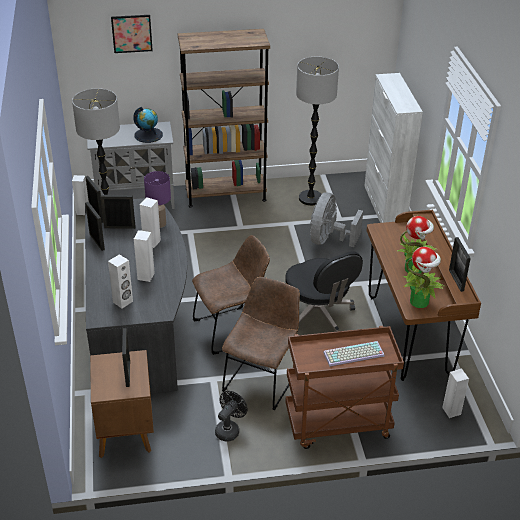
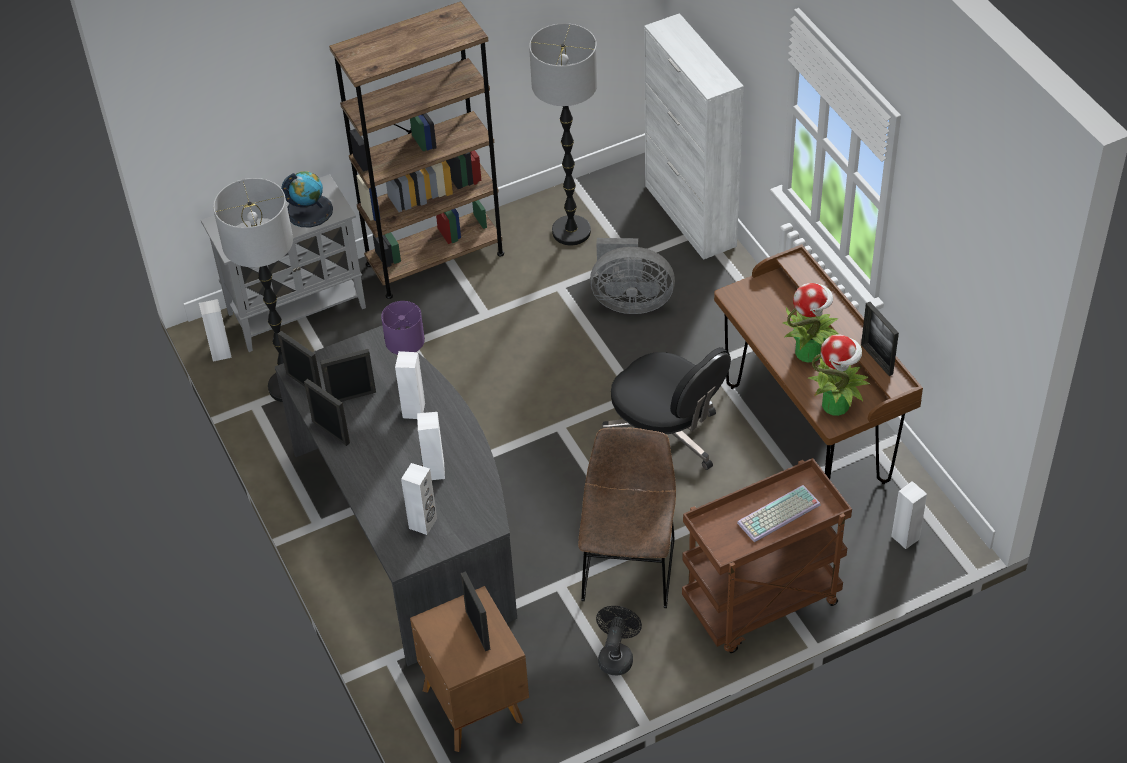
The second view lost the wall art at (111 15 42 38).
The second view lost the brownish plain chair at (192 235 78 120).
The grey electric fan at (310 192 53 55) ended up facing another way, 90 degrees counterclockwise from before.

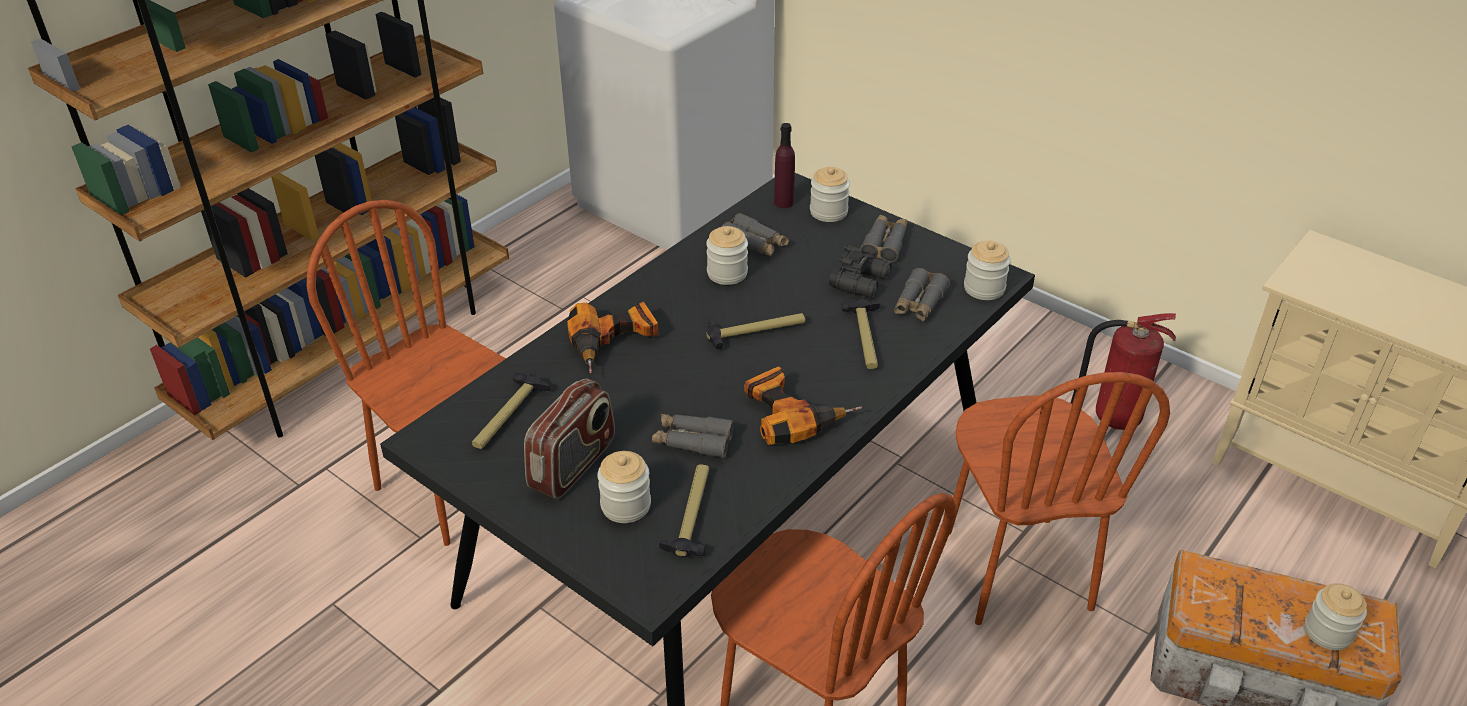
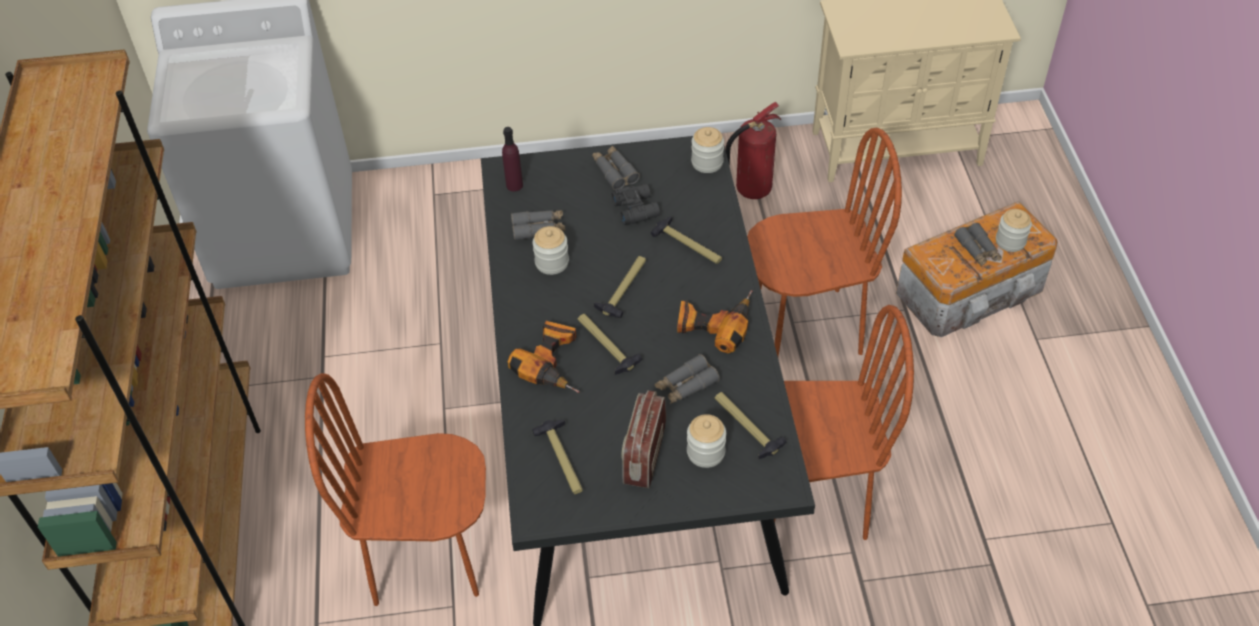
The radio set at (524 379 91 120) ended up facing another way, 150 degrees counterclockwise from before.
The second view lost the storage jar at (810 167 40 55).
The grey field glasses ended up elsewhere, having gone from (894 268 56 53) to (954 223 48 44).
The brownish plain chair at (950 372 220 253) ended up facing another way, 45 degrees counterclockwise from before.
The second view gained the tool hammer at (578 314 64 61).

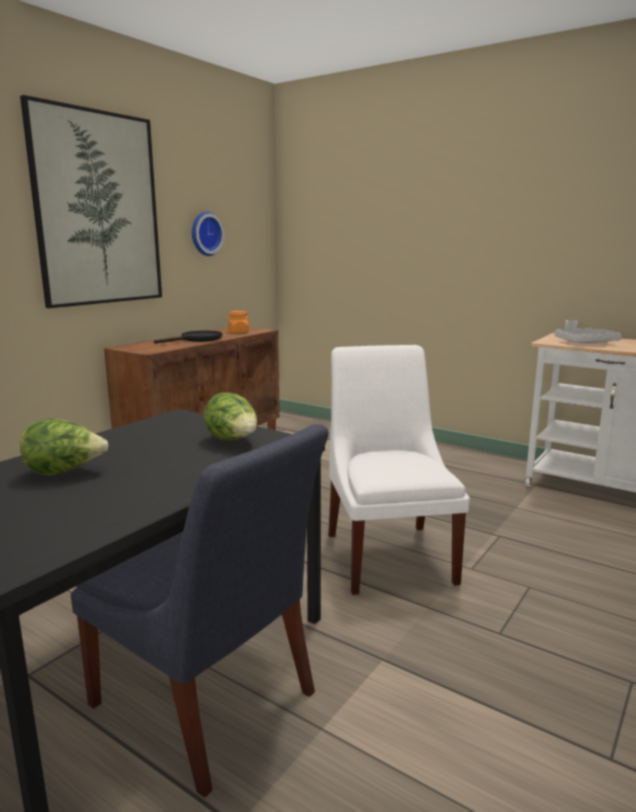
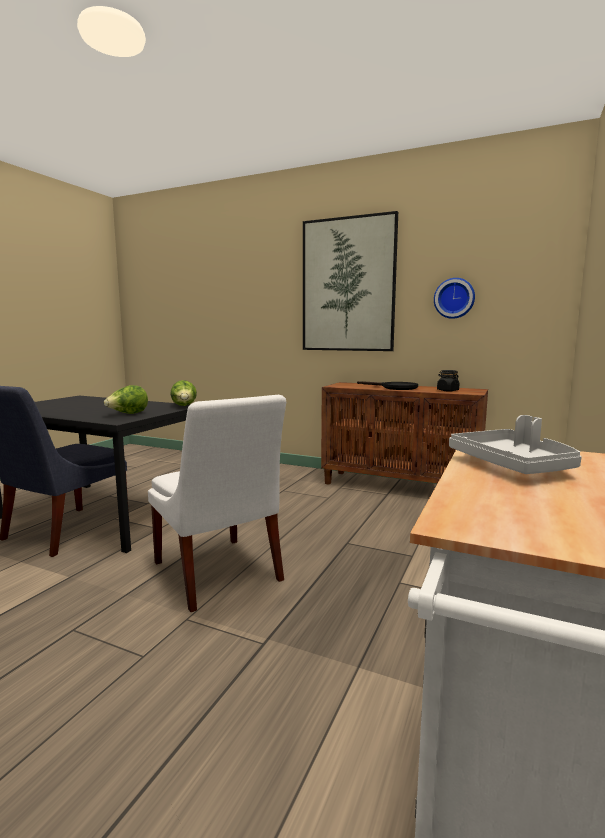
The lettuce ended up elsewhere, having gone from (20 419 89 56) to (170 380 27 26).
What was the orange-coloured storage jar at (226 311 24 22) turned into the blackish storage jar at (437 370 22 21).
The white plain chair at (328 345 142 250) ended up facing another way, 75 degrees clockwise from before.

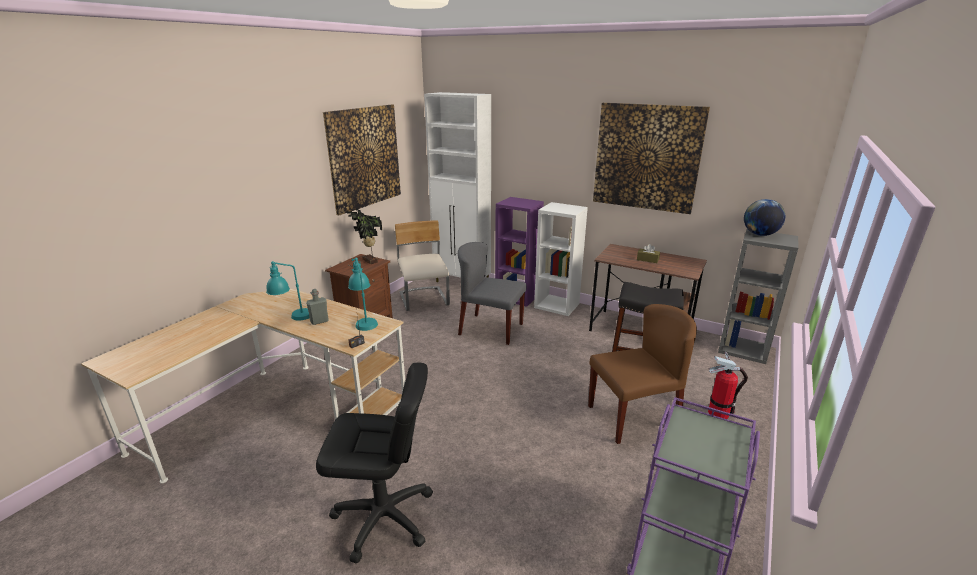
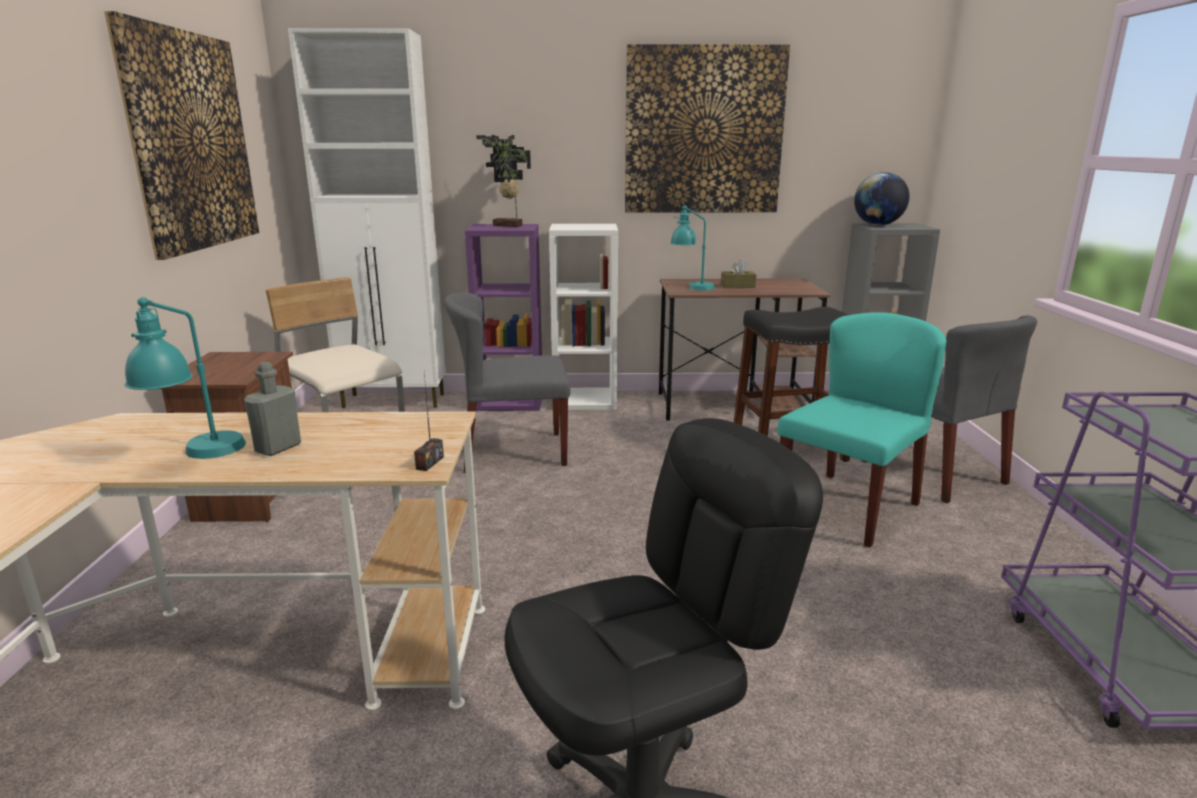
The houseplant ended up elsewhere, having gone from (347 208 35 56) to (476 135 55 92).
The blue-green lamp for a table ended up elsewhere, having gone from (348 257 30 74) to (671 205 44 85).
What was the brownish plain chair at (588 304 109 140) turned into the blue-green plain chair at (777 312 170 236).
Where the fire-fighting cylinder stood at (708 352 40 67), the grey plain chair came to stand at (861 315 176 188).

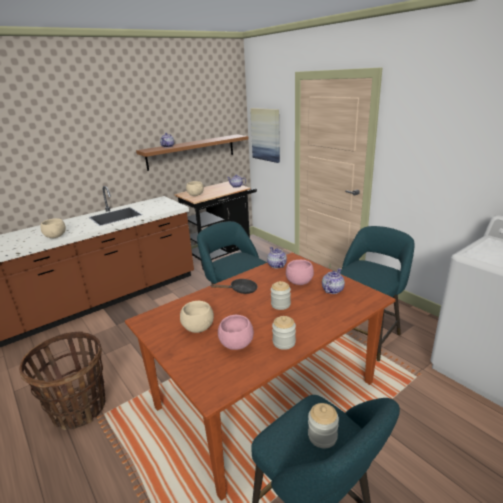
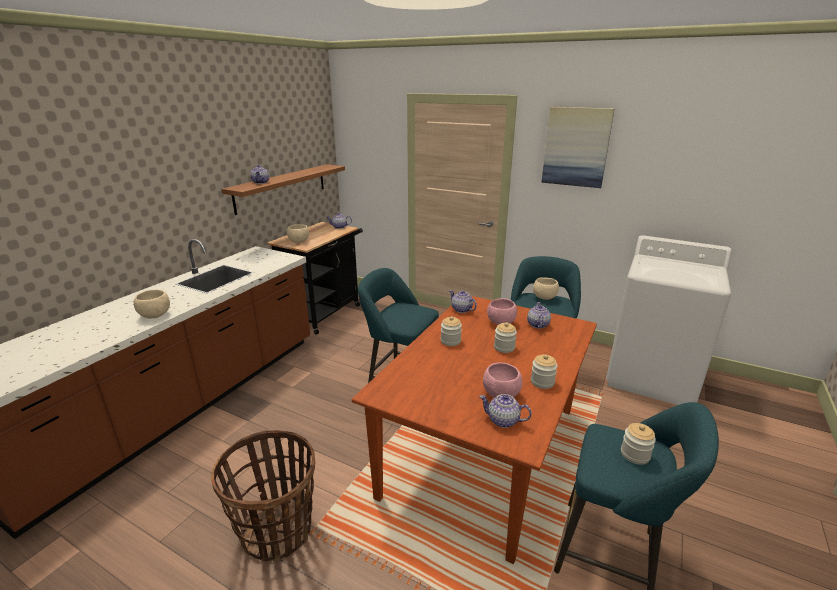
The sand-coloured deep dish ended up elsewhere, having gone from (180 301 34 32) to (533 277 26 23).
Where the blackish frying pan stood at (211 279 47 15), the storage jar came to stand at (441 316 21 30).
The wall art ended up elsewhere, having gone from (250 108 30 55) to (541 107 74 81).
The second view gained the tea pot at (479 394 53 34).

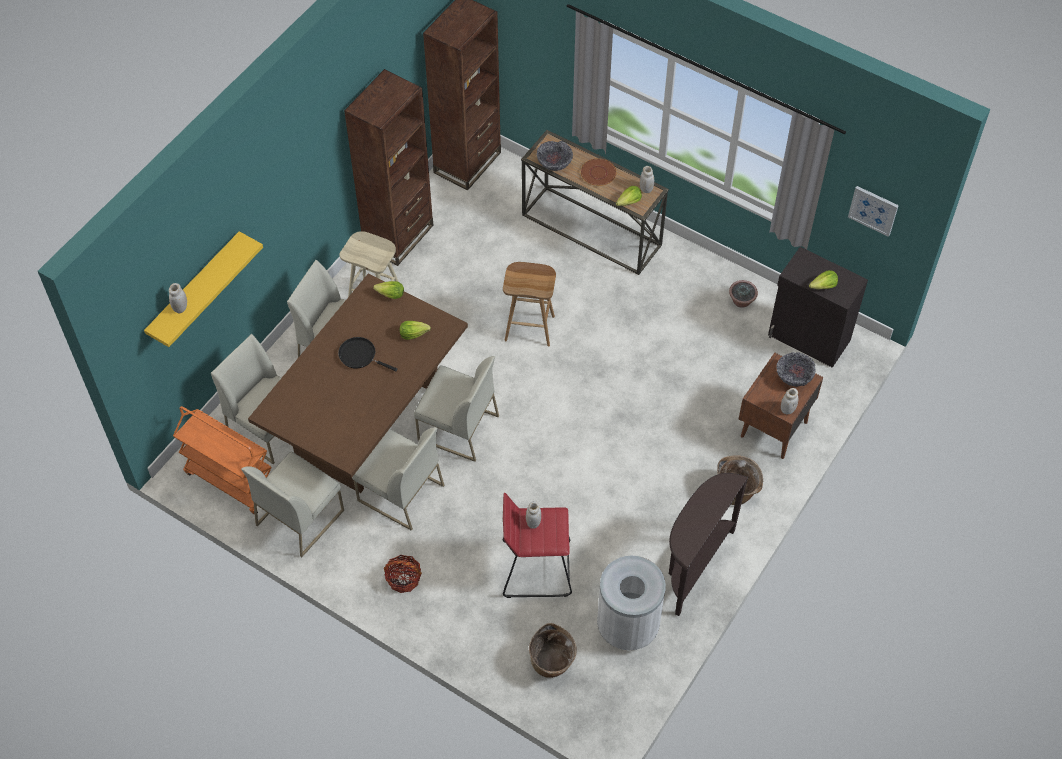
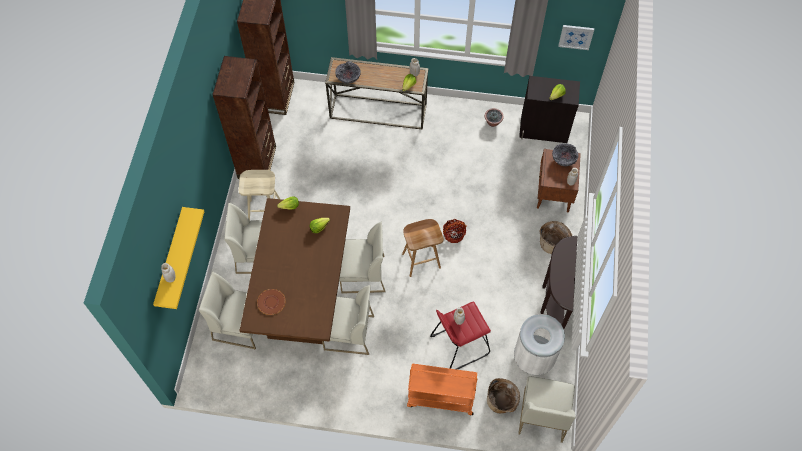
The orange-coloured cart ended up elsewhere, having gone from (173 406 99 109) to (407 364 70 51).
The white plain chair ended up elsewhere, having gone from (241 452 103 105) to (518 376 58 67).
The second view lost the blackish frying pan at (338 337 60 35).
The storage basket ended up elsewhere, having gone from (384 555 38 38) to (443 219 24 24).
The brownish stool seat ended up elsewhere, having gone from (503 262 53 84) to (402 219 42 58).
The brownish dinner plate ended up elsewhere, having gone from (581 158 35 28) to (257 289 28 26).

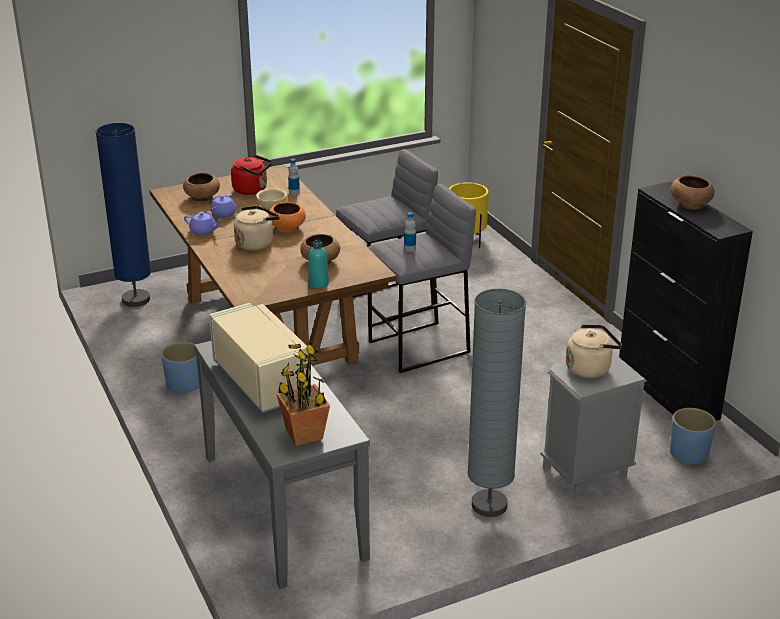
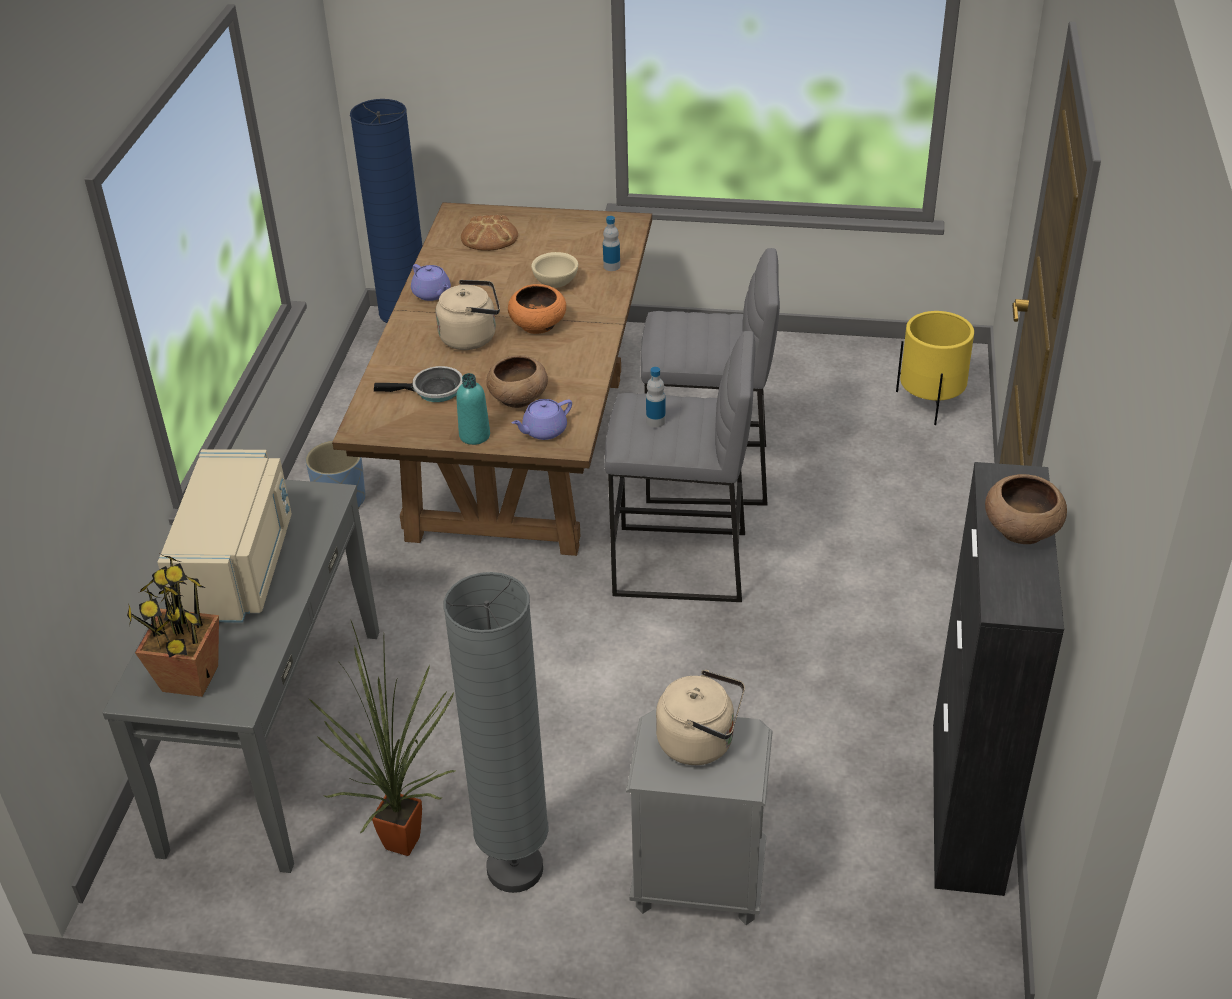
Where the brownish deep dish stood at (183 173 37 29), the bread came to stand at (461 215 57 36).
The purplish tea pot ended up elsewhere, having gone from (210 194 26 24) to (512 399 60 41).
The second view lost the red water kettle at (231 155 41 40).
The second view lost the blue-coloured flower pot at (670 408 46 57).
The second view gained the houseplant at (309 619 146 237).
The second view gained the frying pan at (374 366 89 36).

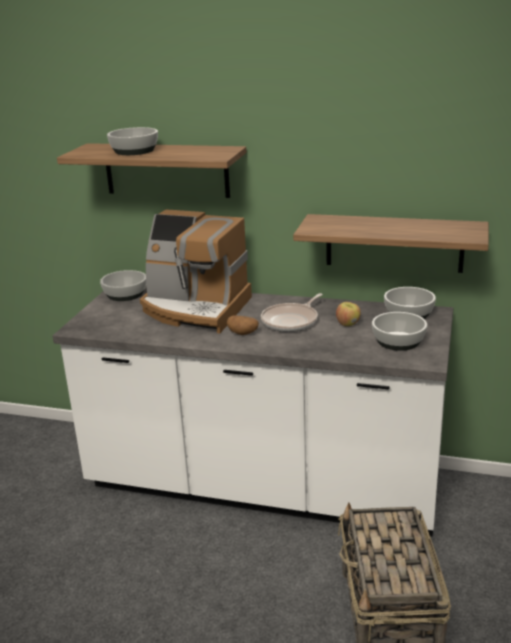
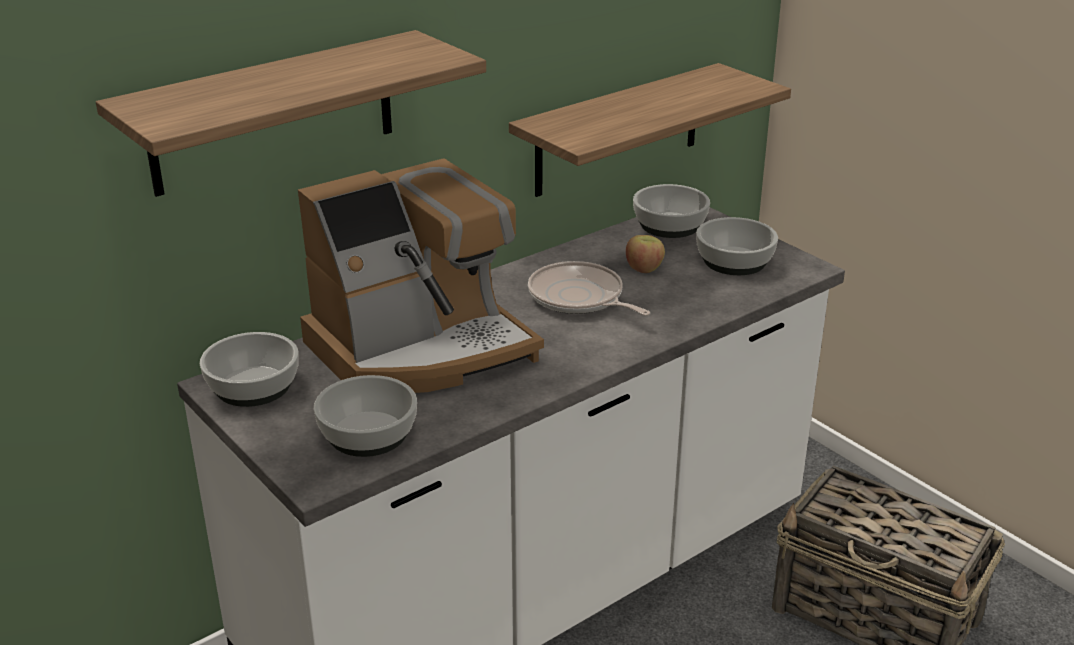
The deep dish ended up elsewhere, having gone from (107 127 51 28) to (313 375 104 82).
The second view lost the whole potato at (227 315 32 20).
The frying pan at (261 293 62 39) ended up facing another way, 150 degrees clockwise from before.

